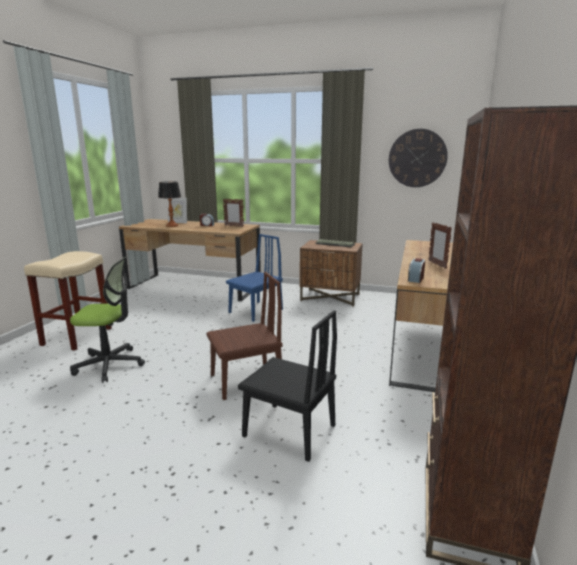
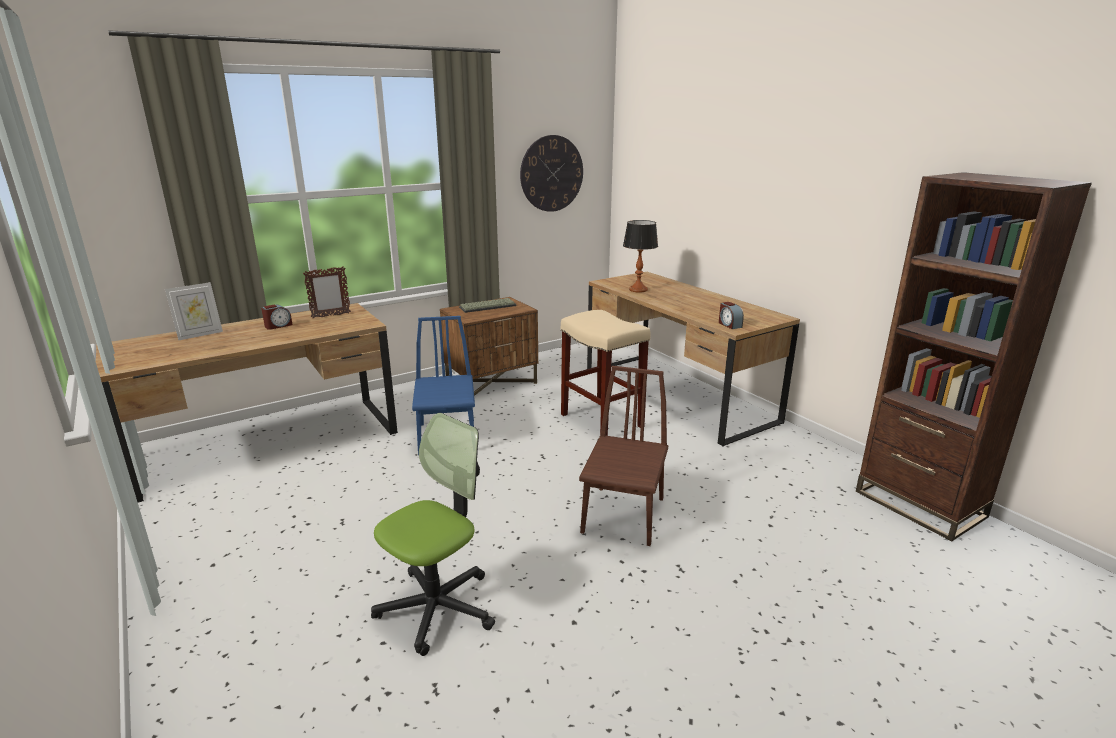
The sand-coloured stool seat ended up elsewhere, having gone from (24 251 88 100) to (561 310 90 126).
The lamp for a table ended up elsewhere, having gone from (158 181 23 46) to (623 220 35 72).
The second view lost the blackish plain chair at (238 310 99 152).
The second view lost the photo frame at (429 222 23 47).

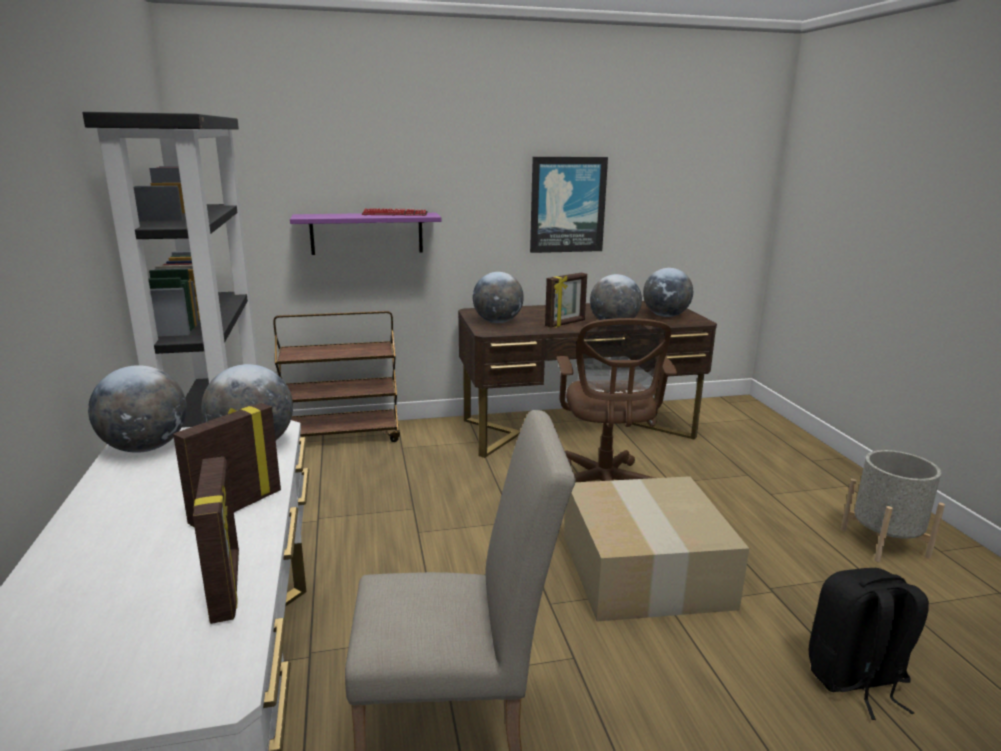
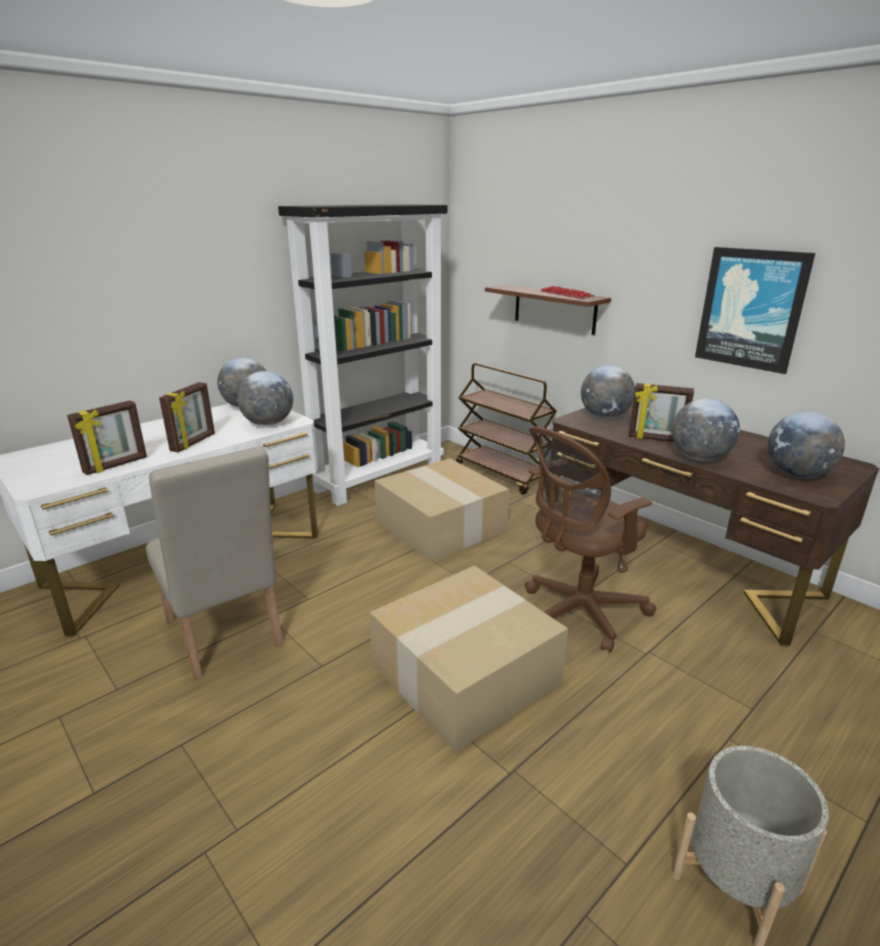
The photo frame at (173 403 108 124) ended up facing another way, 105 degrees clockwise from before.
What was the purplish bracket shelf at (290 213 152 42) turned into the brownish bracket shelf at (485 284 126 51).
The second view lost the blackish rucksack at (809 568 120 152).
The second view gained the carton at (375 458 134 104).

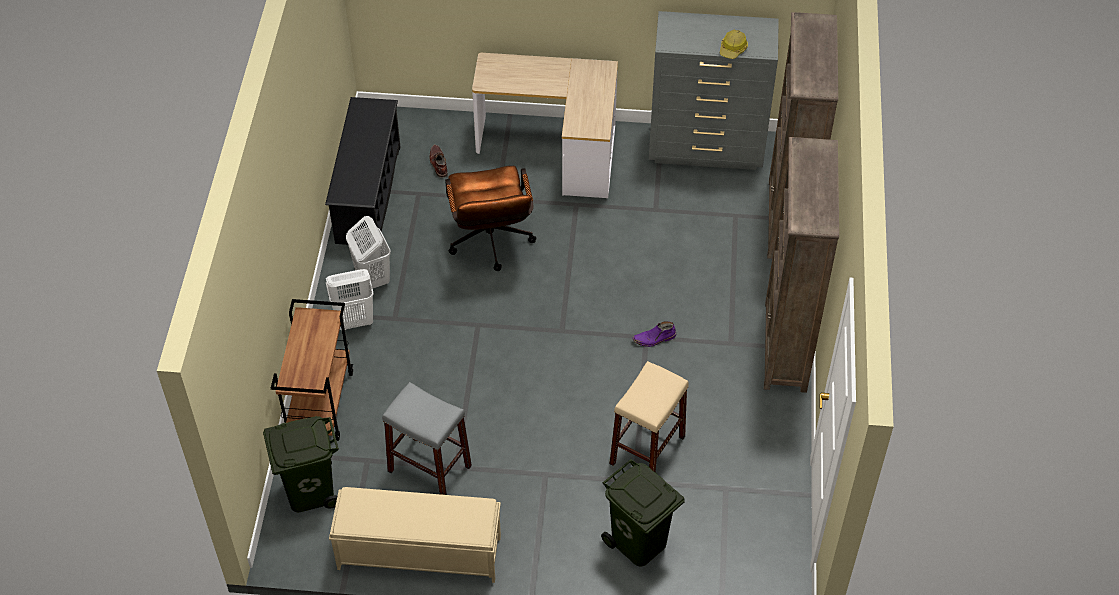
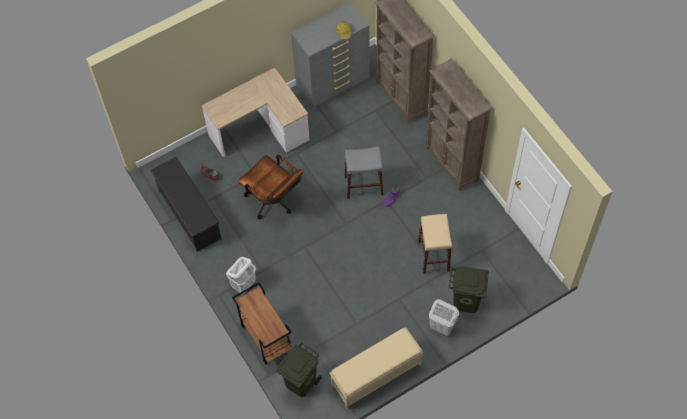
The white washing basket ended up elsewhere, having gone from (346 216 45 73) to (429 299 30 37).
The grey stool seat ended up elsewhere, having gone from (382 382 90 113) to (345 146 38 53).

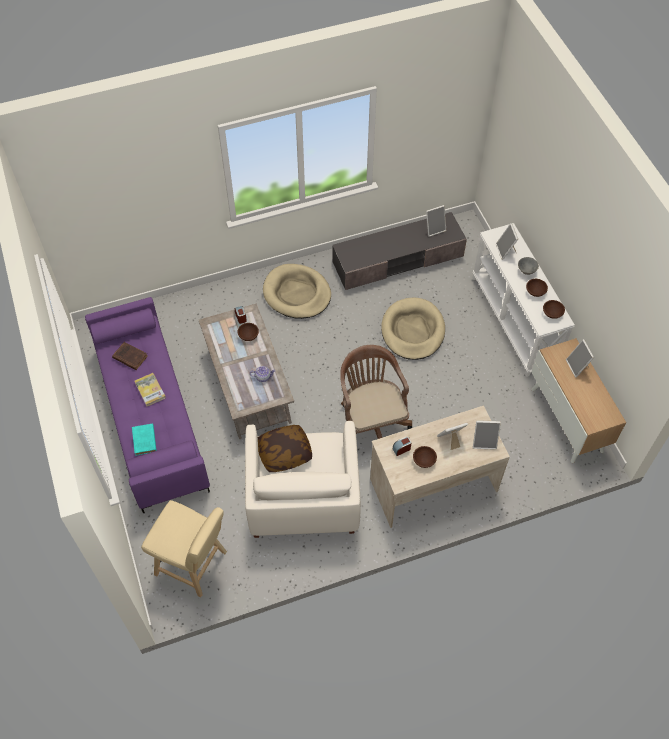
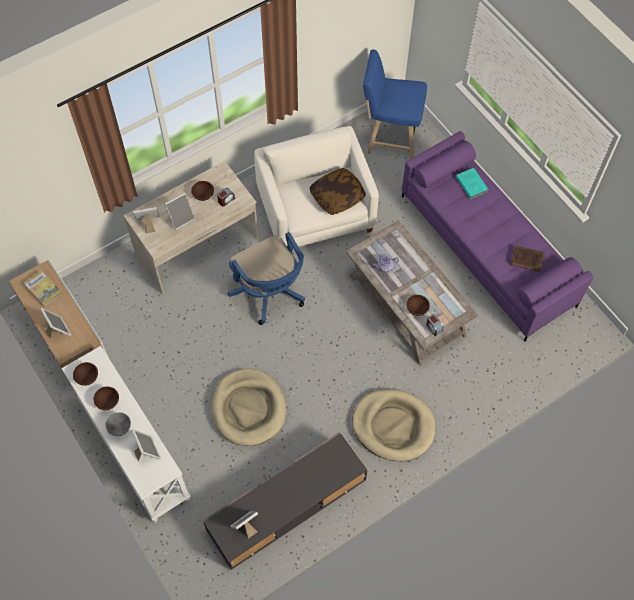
The volume ended up elsewhere, having gone from (134 373 32 33) to (23 271 39 36).
What was the sand-coloured stool seat at (141 500 86 98) turned into the blue-coloured stool seat at (363 49 64 110).
What was the brownish desk chair at (340 345 72 94) turned into the blue-coloured desk chair at (228 232 77 93).

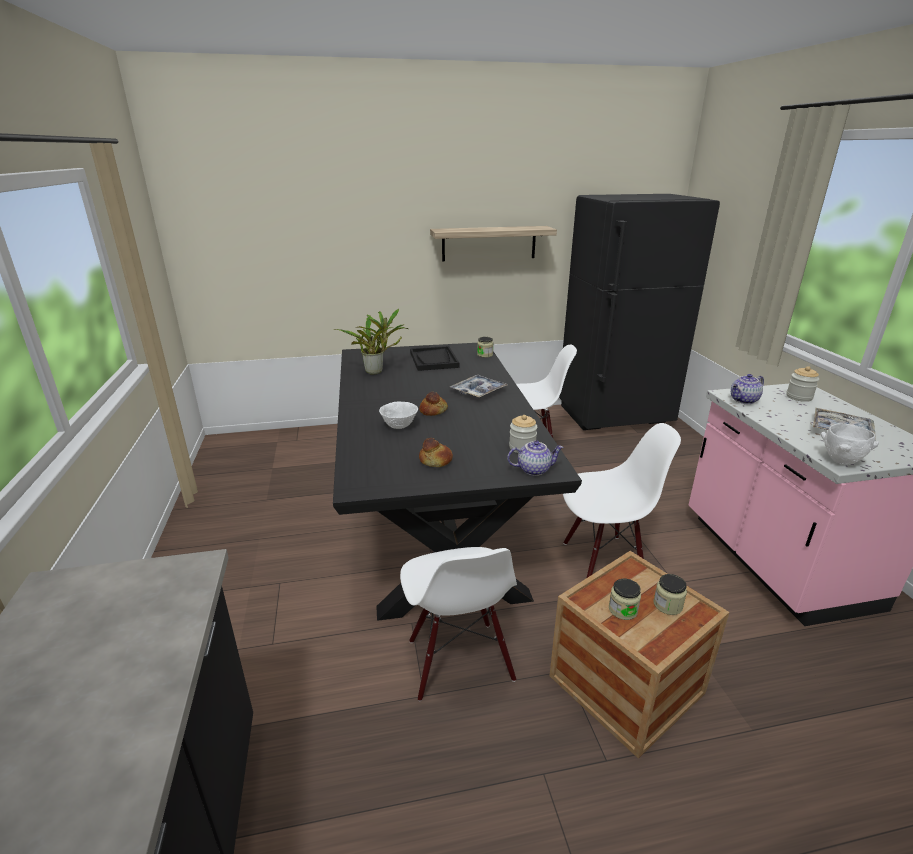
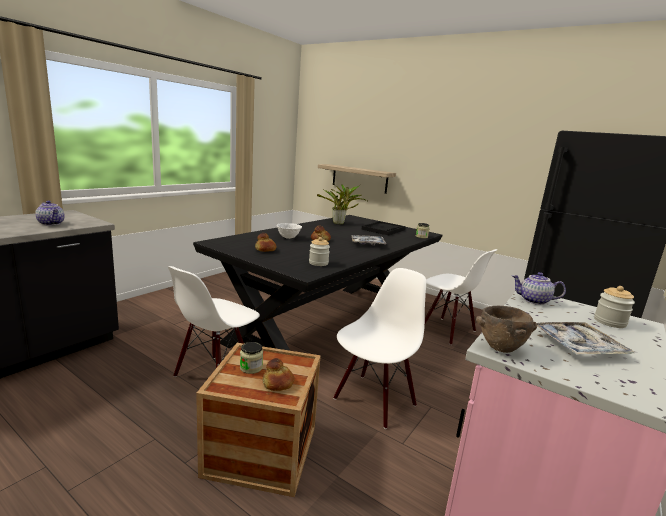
The bracket shelf ended up elsewhere, having gone from (430 226 127 35) to (318 164 78 30).
The tea pot ended up elsewhere, having gone from (507 440 57 36) to (35 201 30 25).
The white plain chair at (563 423 118 155) ended up facing another way, 90 degrees counterclockwise from before.
Where the storage jar stood at (653 574 34 41), the bread came to stand at (263 358 31 33).
What was the white deep dish at (821 423 58 42) turned into the brownish deep dish at (476 306 61 47).

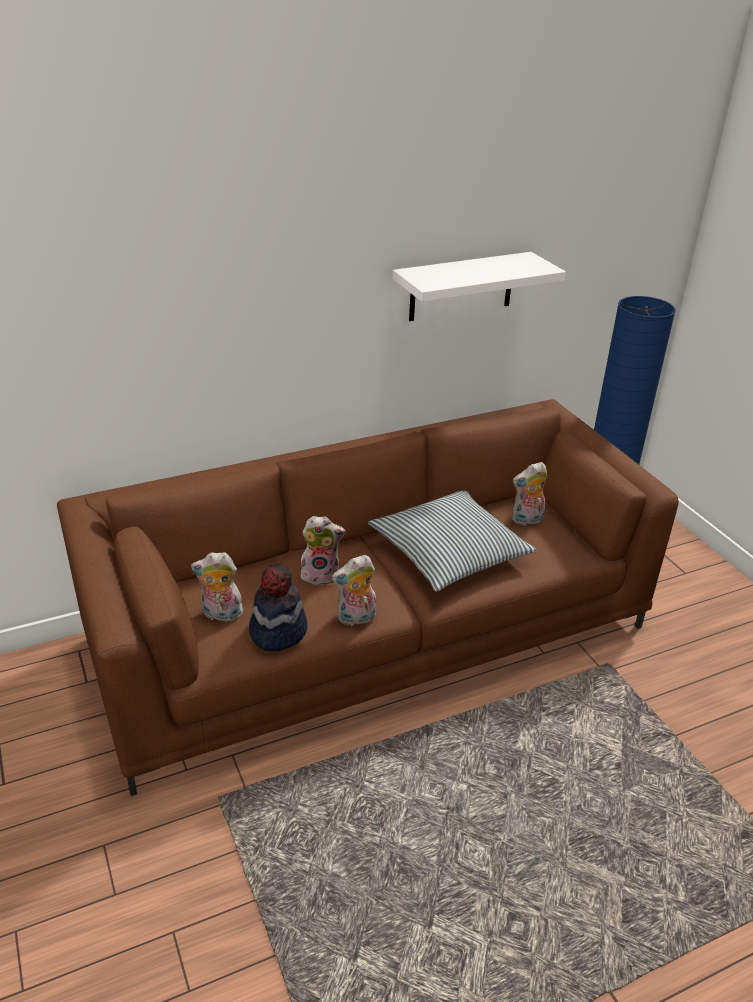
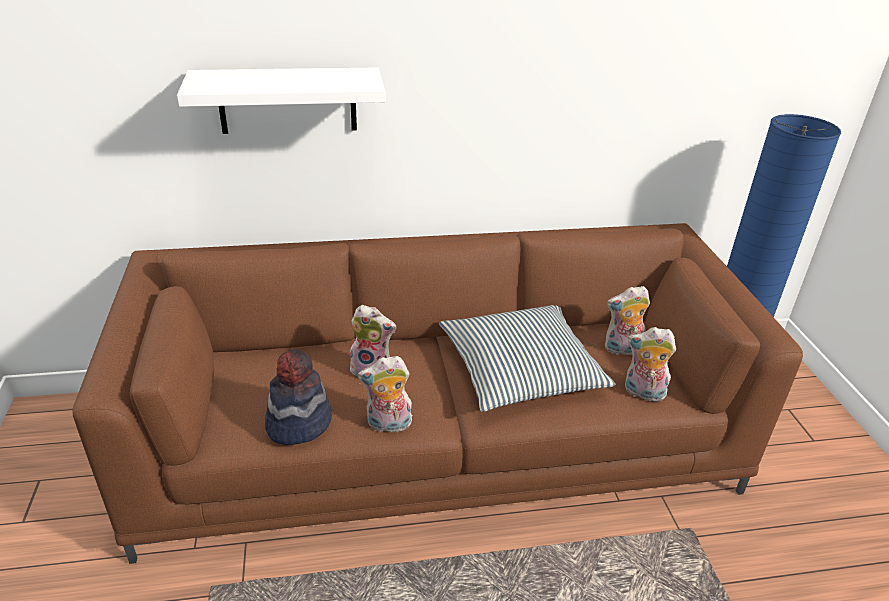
The cuddly toy ended up elsewhere, having gone from (191 552 52 70) to (625 327 51 74).
The white bracket shelf ended up elsewhere, having gone from (392 252 174 69) to (177 67 209 67).

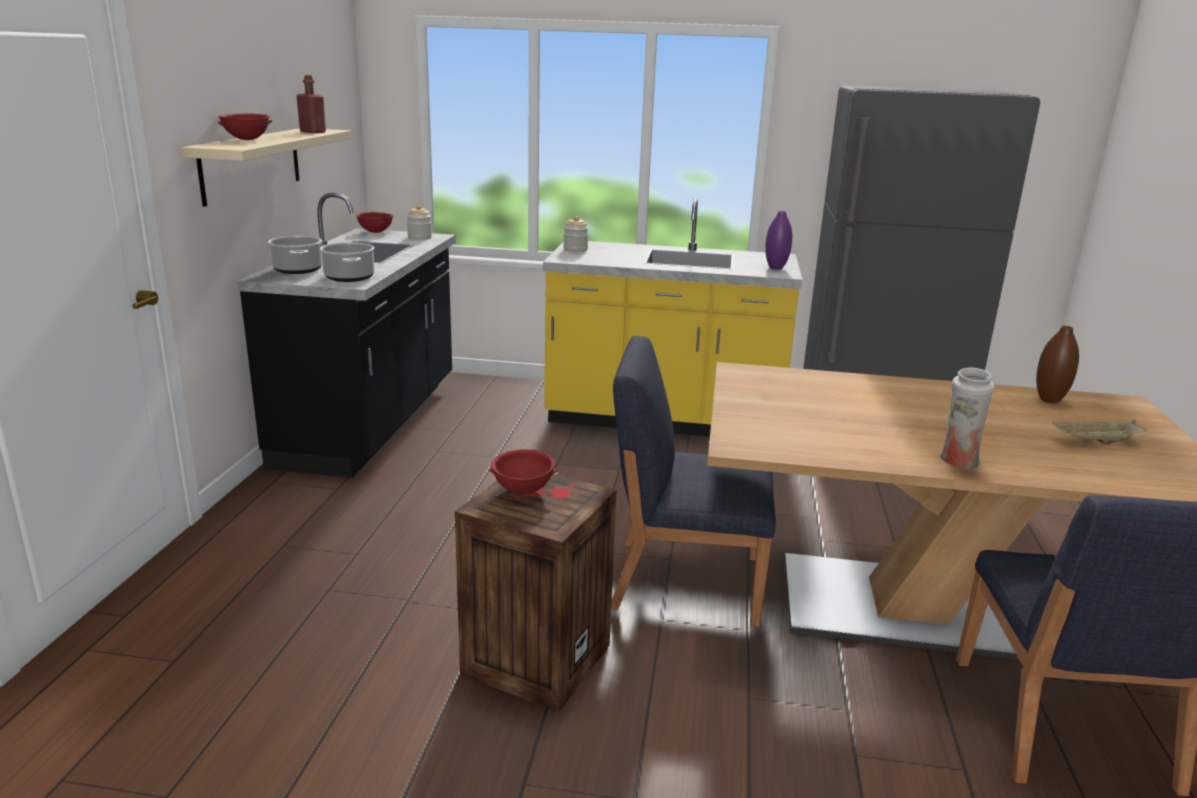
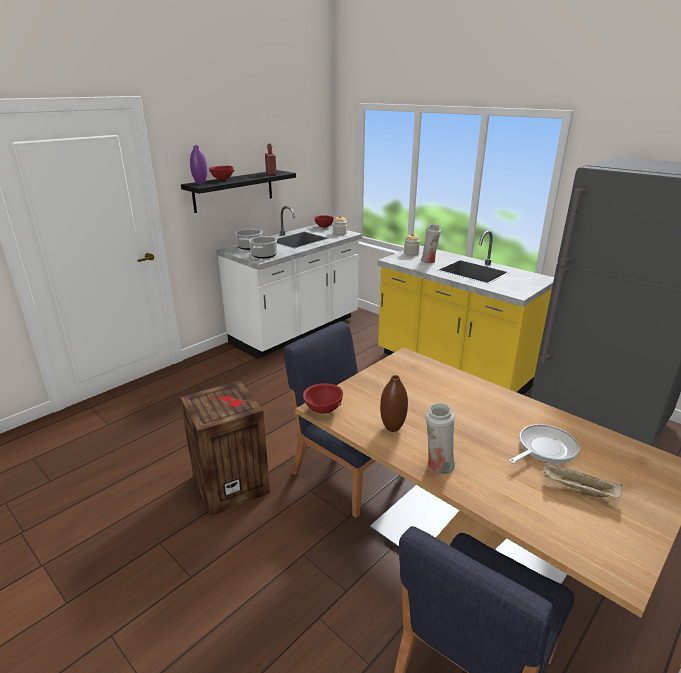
What was the sand-coloured bracket shelf at (181 128 170 79) turned into the blackish bracket shelf at (181 170 115 43).
What was the blackish counter at (238 193 218 285) turned into the white counter at (216 206 146 153).
The red deep dish ended up elsewhere, having gone from (489 449 69 45) to (303 383 40 31).
The purplish vase ended up elsewhere, having gone from (765 211 27 59) to (190 145 17 39).
The brownish vase ended up elsewhere, having gone from (1036 326 43 77) to (380 375 28 57).
The second view gained the white vase at (421 224 20 39).
The second view gained the frying pan at (509 424 71 40).

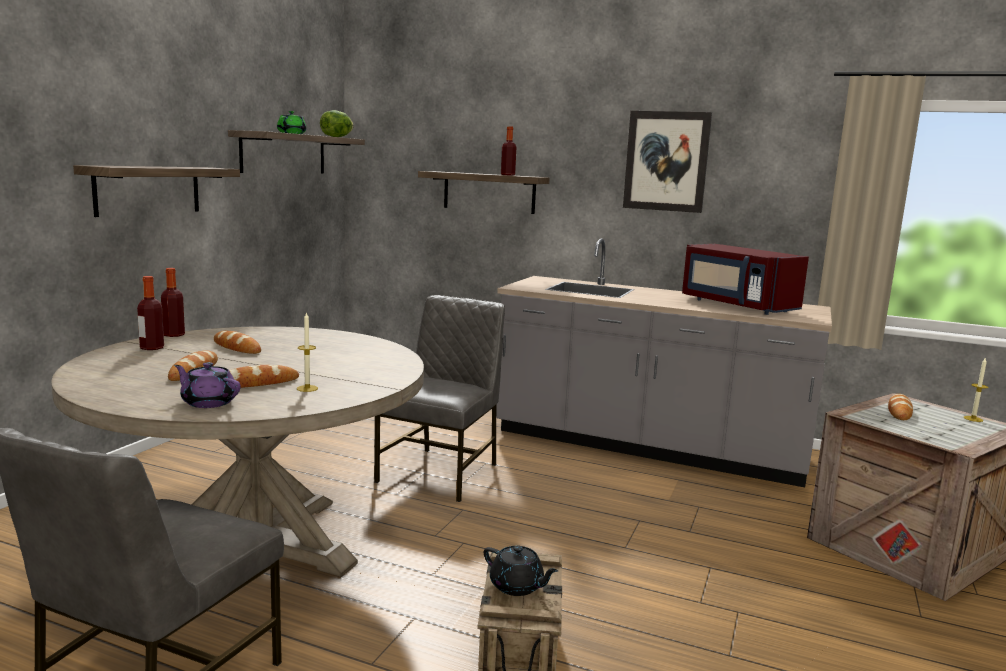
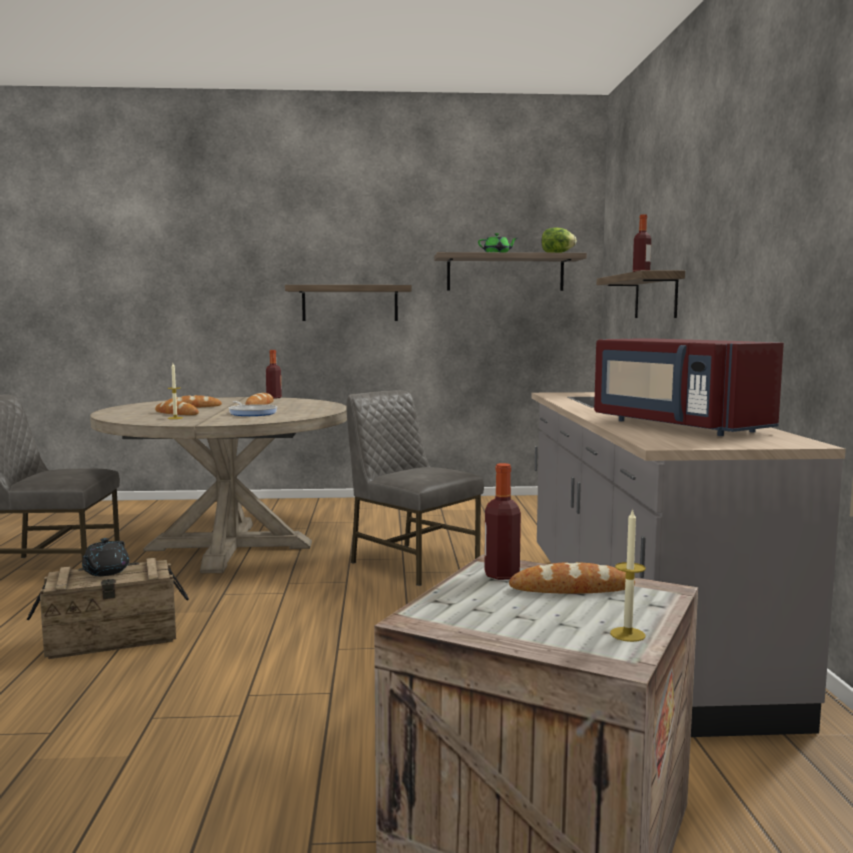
The bottle ended up elsewhere, having gone from (137 276 27 74) to (484 463 37 117).
The second view lost the purplish tea pot at (174 362 67 46).
The grey plain chair at (374 295 131 207) ended up facing another way, 135 degrees counterclockwise from before.
The second view lost the wall art at (623 111 89 102).
The red microwave at (682 244 127 71) ended up facing another way, 60 degrees counterclockwise from before.
The second view gained the frying pan at (229 401 48 15).

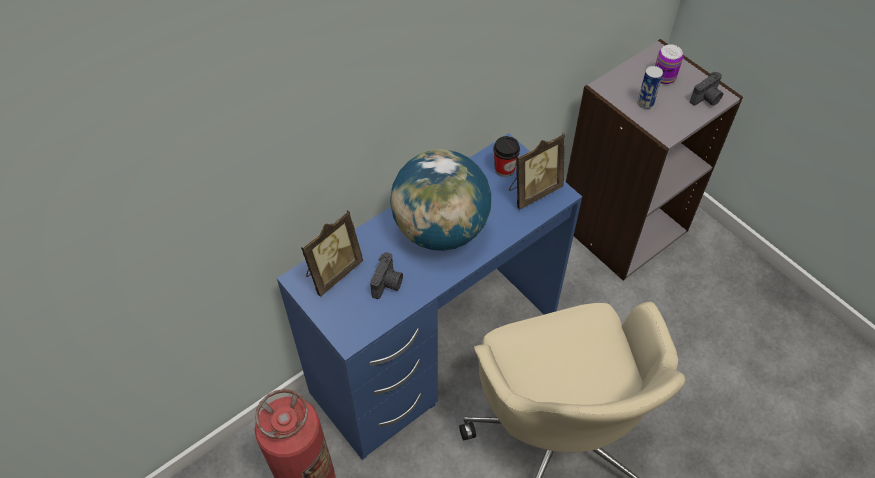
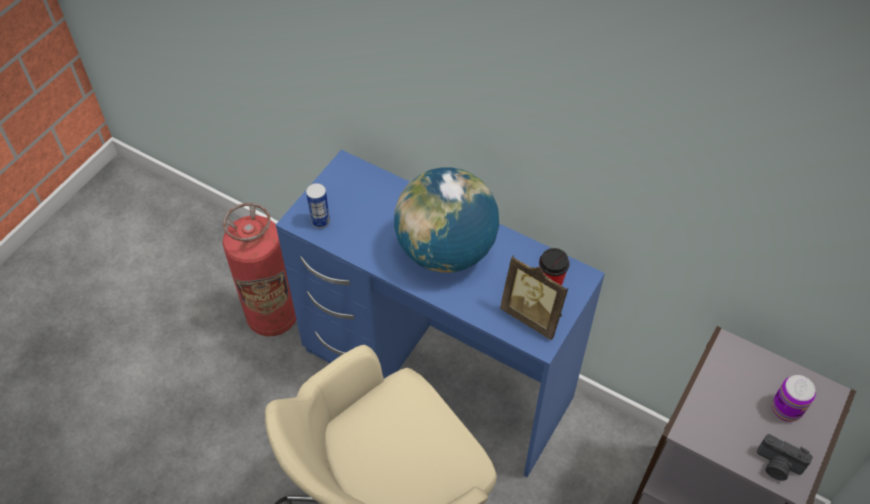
The second view lost the photo frame at (301 210 62 87).
The second view lost the still camera at (370 252 33 47).
The metal can ended up elsewhere, having gone from (637 66 26 43) to (306 183 24 46).

